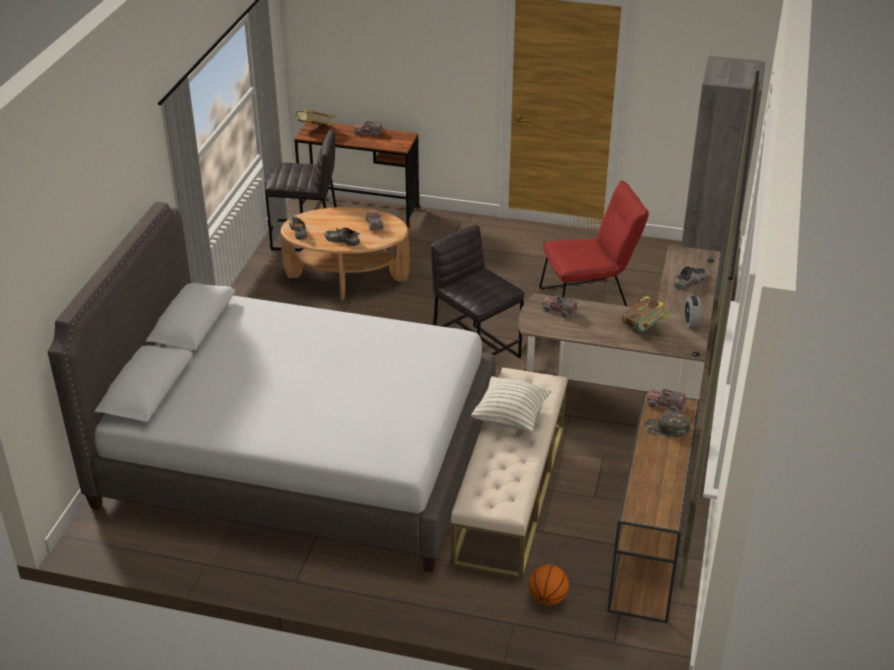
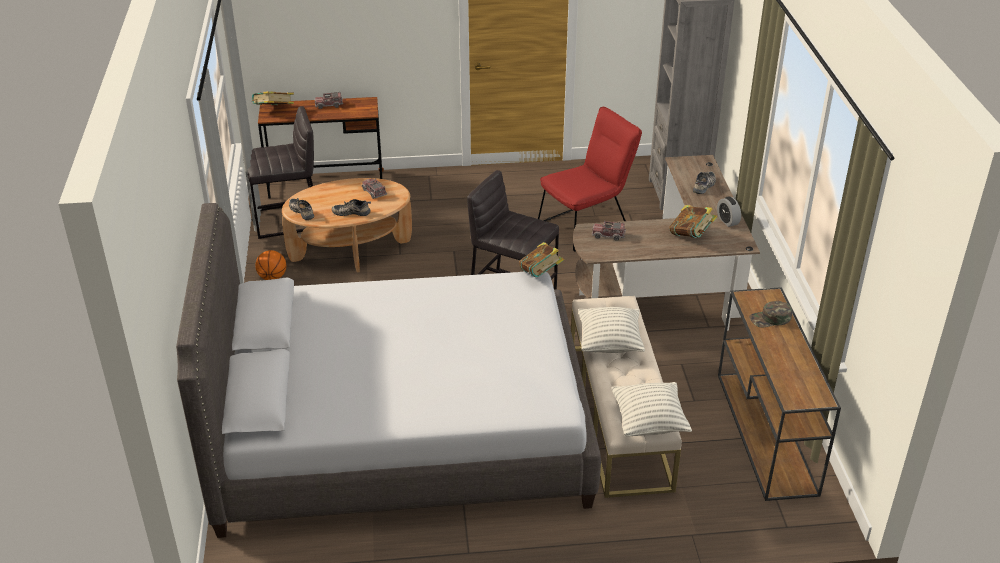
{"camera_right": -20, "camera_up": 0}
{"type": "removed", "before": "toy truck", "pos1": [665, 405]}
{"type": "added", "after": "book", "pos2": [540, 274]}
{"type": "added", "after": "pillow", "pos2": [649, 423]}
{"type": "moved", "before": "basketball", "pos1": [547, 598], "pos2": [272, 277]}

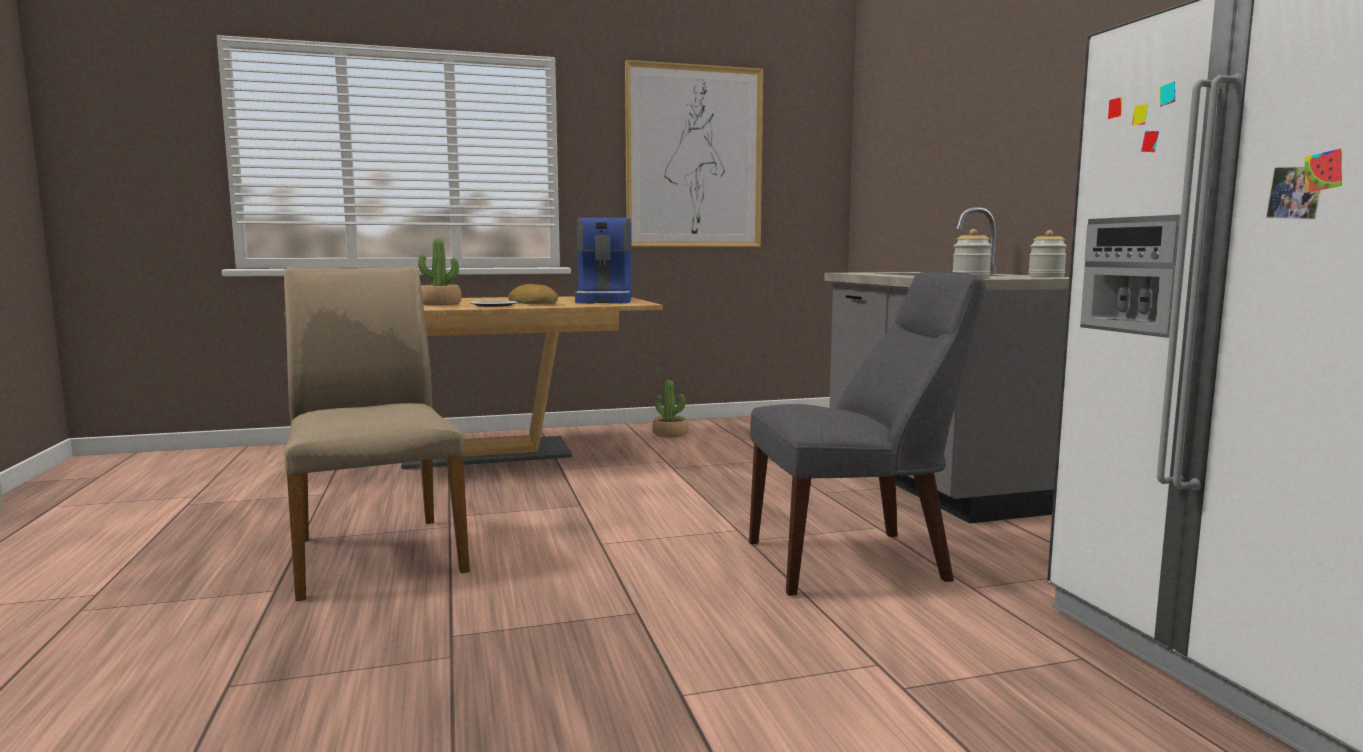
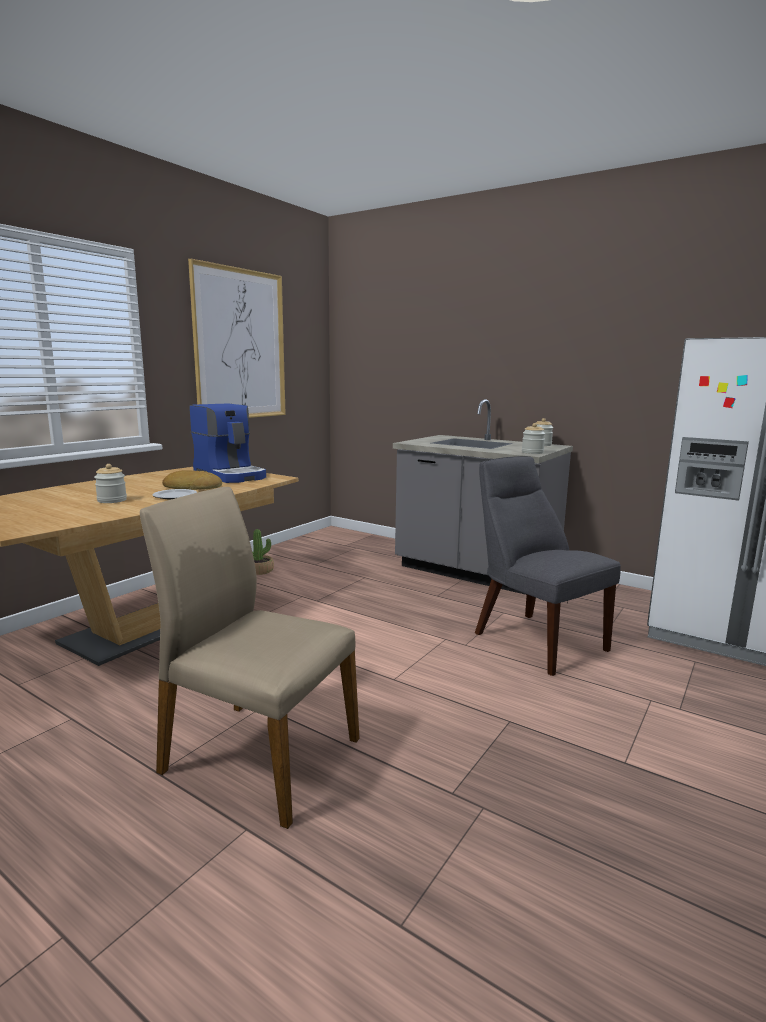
{"camera_right": -40, "camera_up": 5}
{"type": "replaced", "before": "potted plant", "after": "jar", "pos1": [439, 304], "pos2": [112, 500]}
{"type": "turned", "before": "grey chair", "pos1": [855, 561], "pos2": [534, 639], "turn": -75}

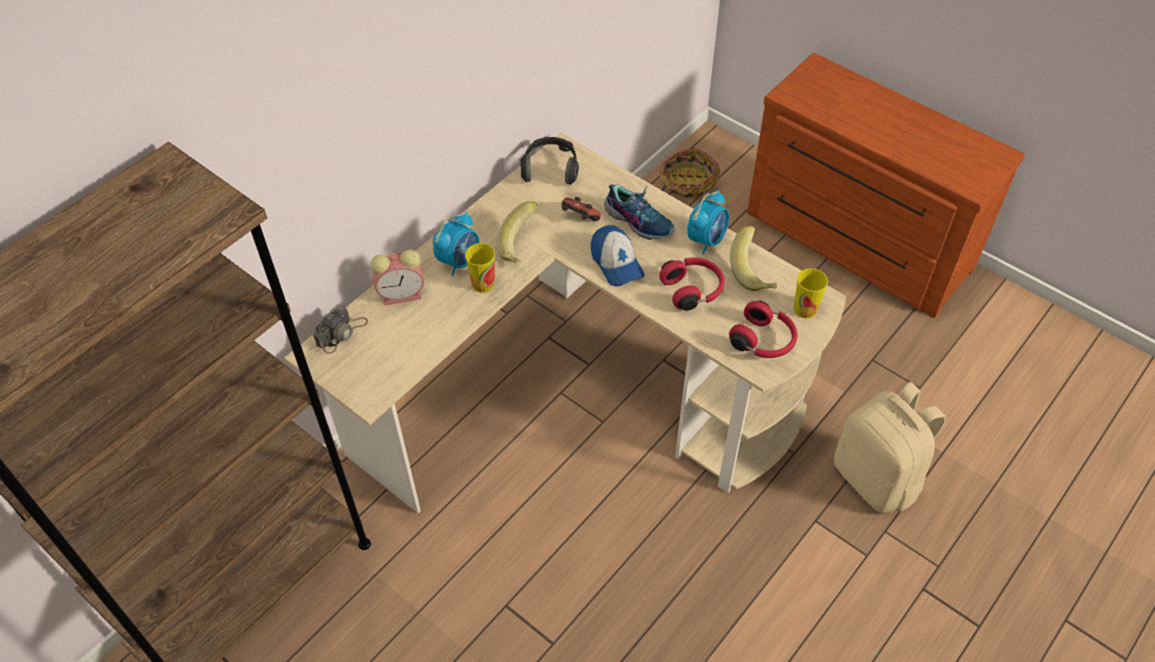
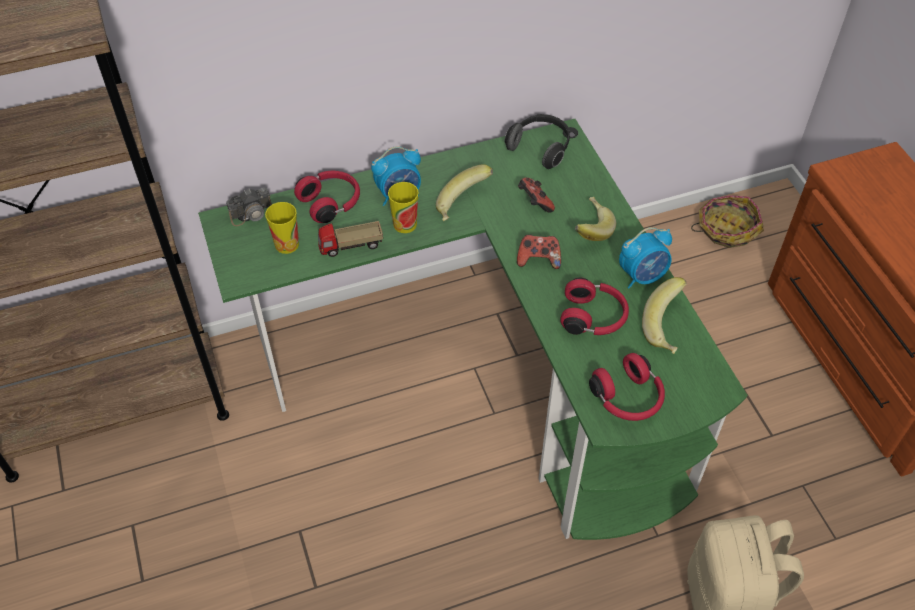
{"camera_right": 30, "camera_up": 0}
{"type": "added", "after": "toy truck", "pos2": [351, 247]}
{"type": "moved", "before": "cup", "pos1": [805, 309], "pos2": [287, 244]}
{"type": "replaced", "before": "alarm clock", "after": "red headphones", "pos1": [403, 294], "pos2": [331, 203]}
{"type": "replaced", "before": "cap", "after": "game controller", "pos1": [616, 263], "pos2": [538, 259]}
{"type": "replaced", "before": "shoe", "after": "banana", "pos1": [639, 220], "pos2": [589, 229]}
{"type": "recoloured", "before": "beige desk", "after": "green desk", "pos1": [578, 388], "pos2": [492, 372]}

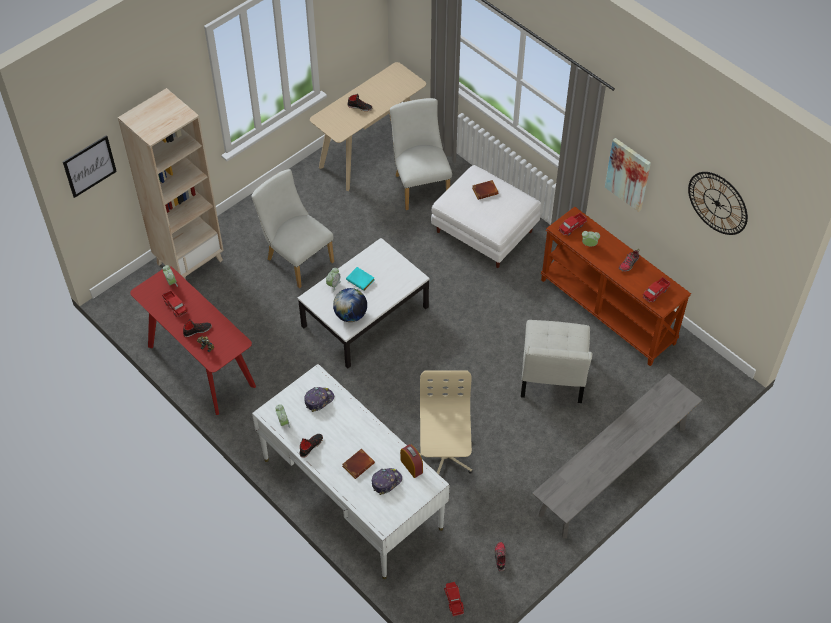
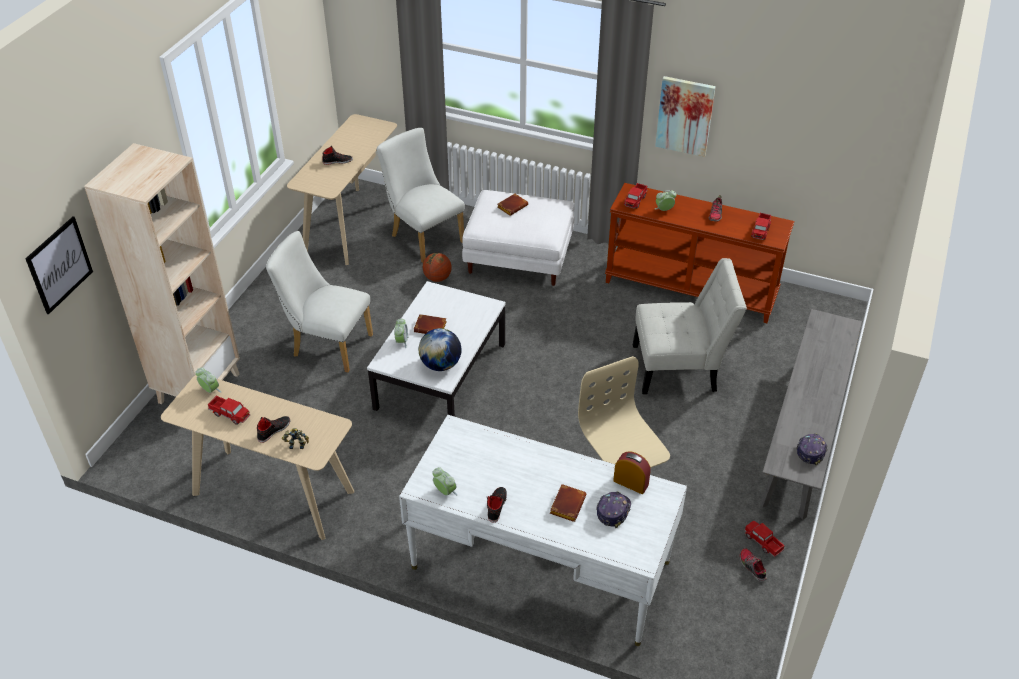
{"camera_right": -25, "camera_up": -10}
{"type": "removed", "before": "wall clock", "pos1": [717, 203]}
{"type": "added", "after": "basketball", "pos2": [437, 278]}
{"type": "moved", "before": "cap", "pos1": [319, 400], "pos2": [811, 451]}
{"type": "moved", "before": "toy truck", "pos1": [454, 601], "pos2": [763, 542]}
{"type": "recoloured", "before": "red console table", "after": "beige console table", "pos1": [200, 366], "pos2": [272, 493]}
{"type": "recoloured", "before": "turquoise book", "after": "brown book", "pos1": [361, 280], "pos2": [431, 327]}
{"type": "turned", "before": "white chair", "pos1": [552, 379], "pos2": [680, 368], "turn": -75}

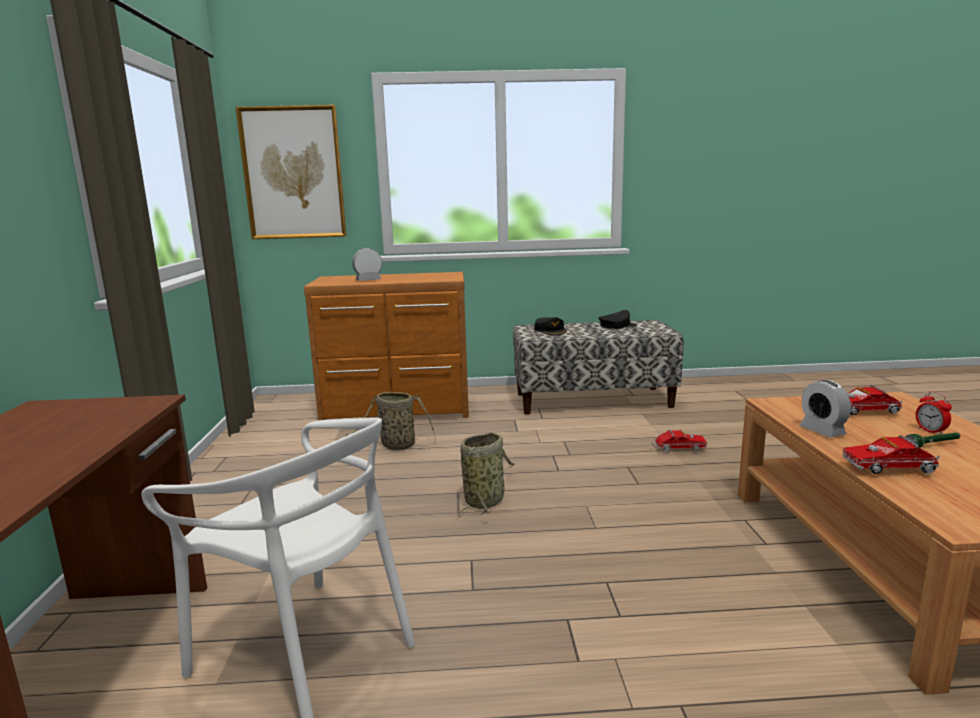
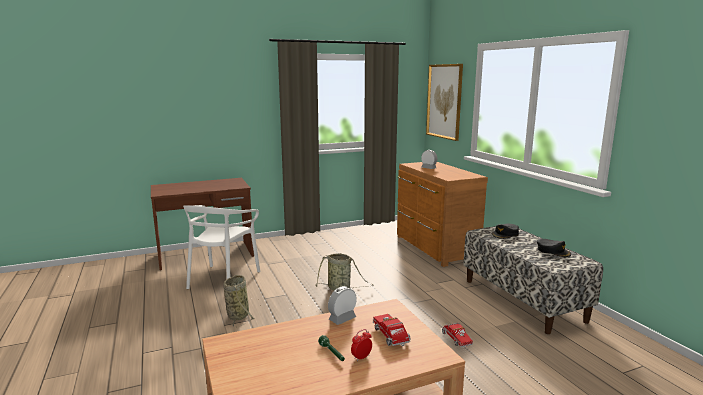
{"camera_right": 70, "camera_up": 0}
{"type": "removed", "before": "toy truck", "pos1": [892, 469]}
{"type": "moved", "before": "basket", "pos1": [395, 446], "pos2": [238, 315]}

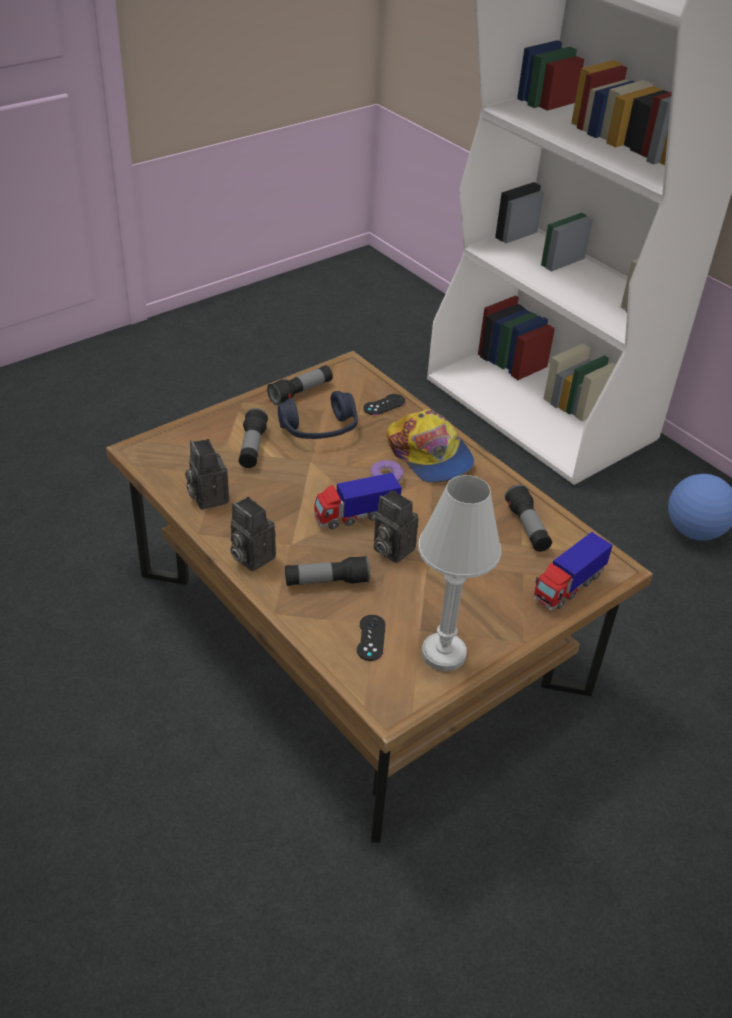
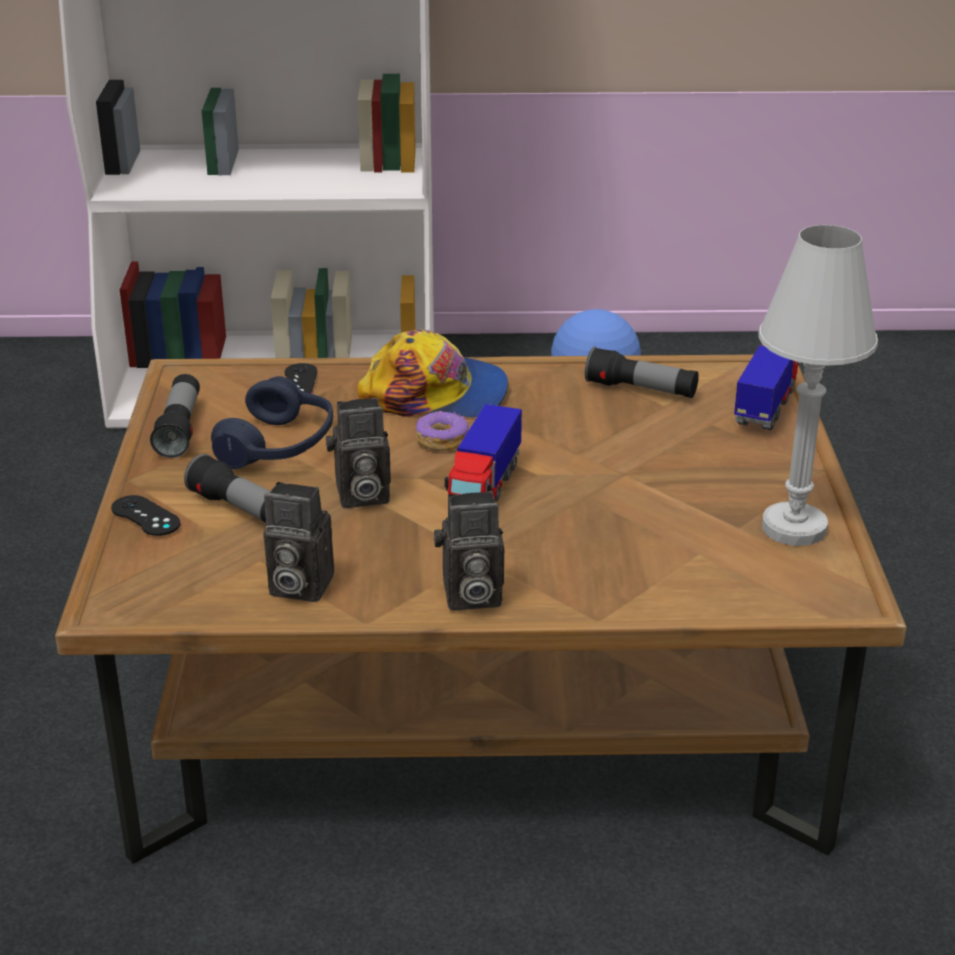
{"camera_right": -50, "camera_up": -10}
{"type": "removed", "before": "flashlight", "pos1": [326, 581]}
{"type": "moved", "before": "black game controller", "pos1": [371, 638], "pos2": [145, 516]}
{"type": "moved", "before": "photo camera", "pos1": [390, 549], "pos2": [360, 496]}
{"type": "turned", "before": "toy truck", "pos1": [568, 587], "pos2": [765, 407], "turn": -150}

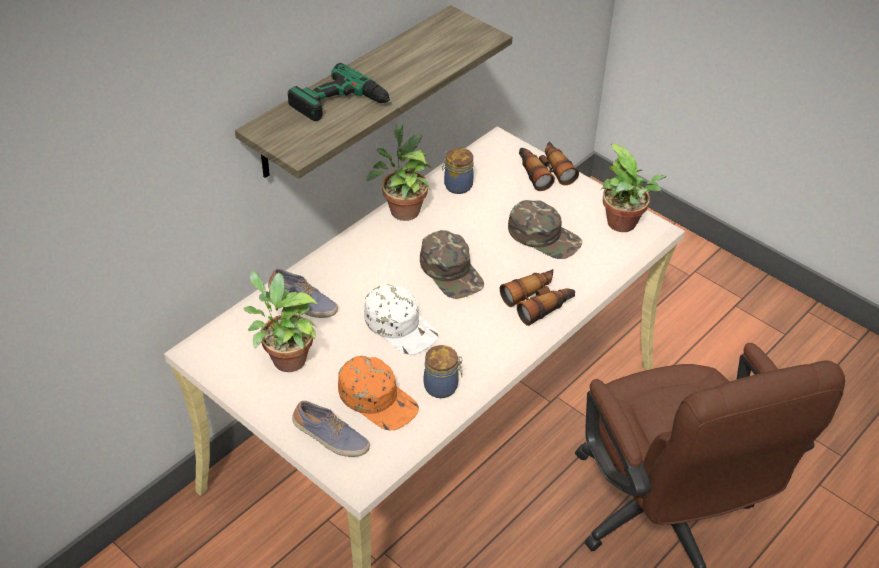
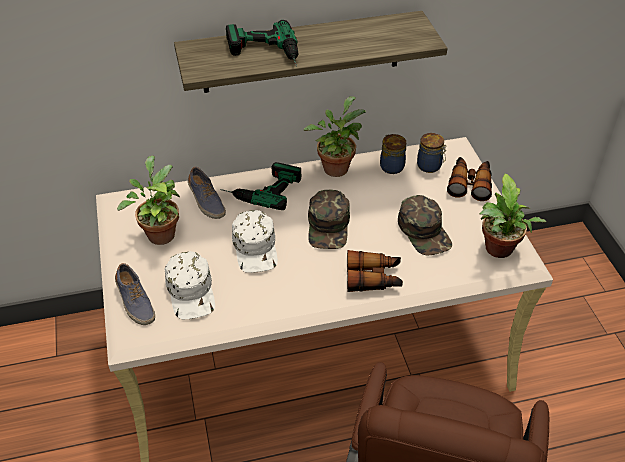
{"camera_right": 35, "camera_up": 0}
{"type": "added", "after": "power drill", "pos2": [261, 188]}
{"type": "moved", "before": "jar", "pos1": [442, 387], "pos2": [430, 166]}
{"type": "recoloured", "before": "orange cap", "after": "white cap", "pos1": [378, 399], "pos2": [191, 291]}

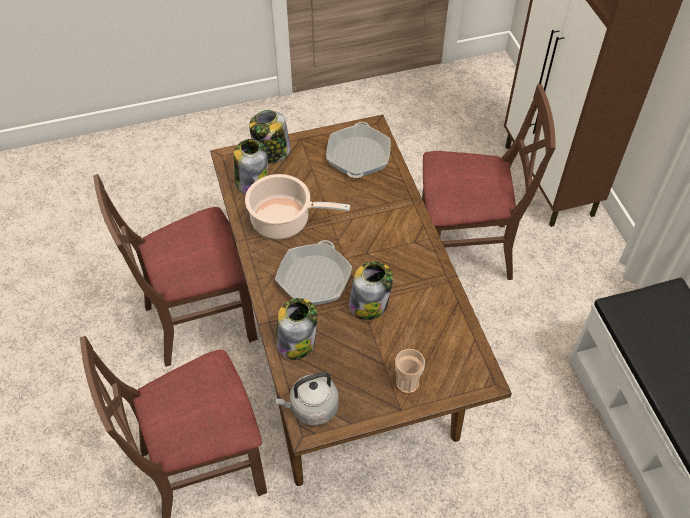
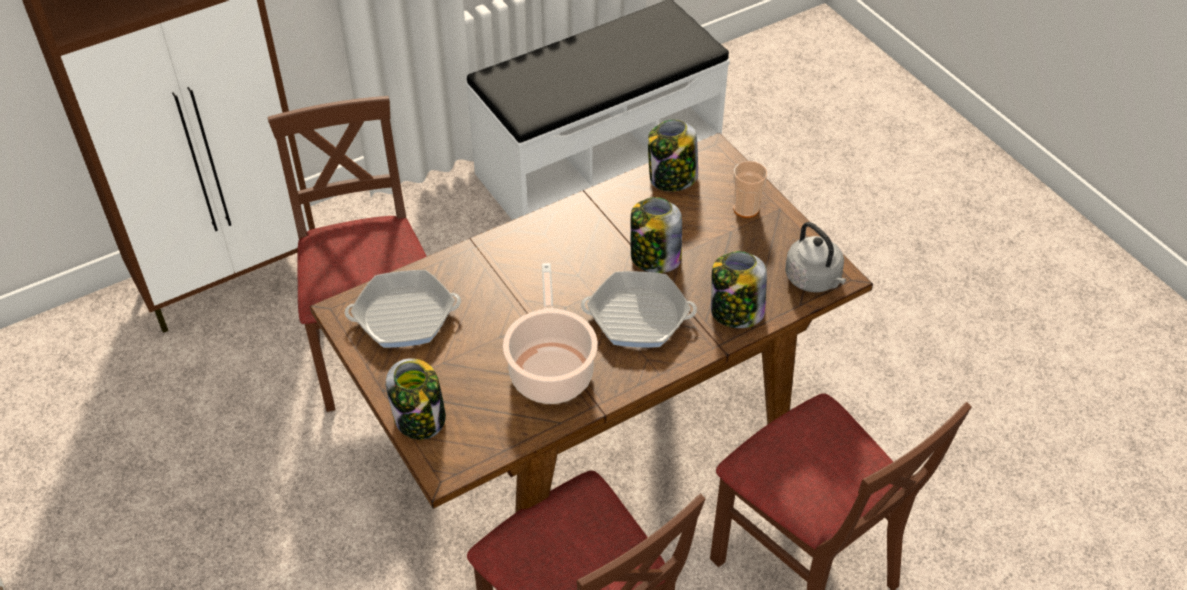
{"camera_right": -105, "camera_up": -5}
{"type": "moved", "before": "jar", "pos1": [252, 182], "pos2": [672, 178]}

